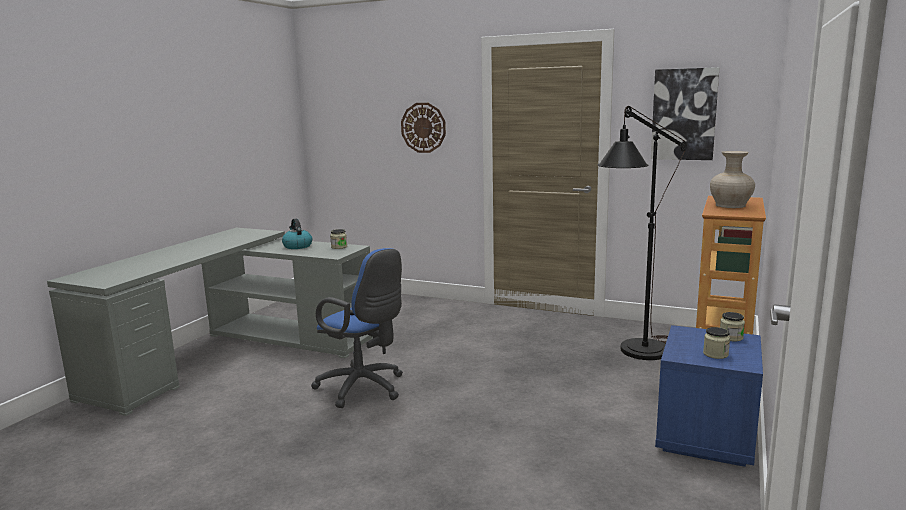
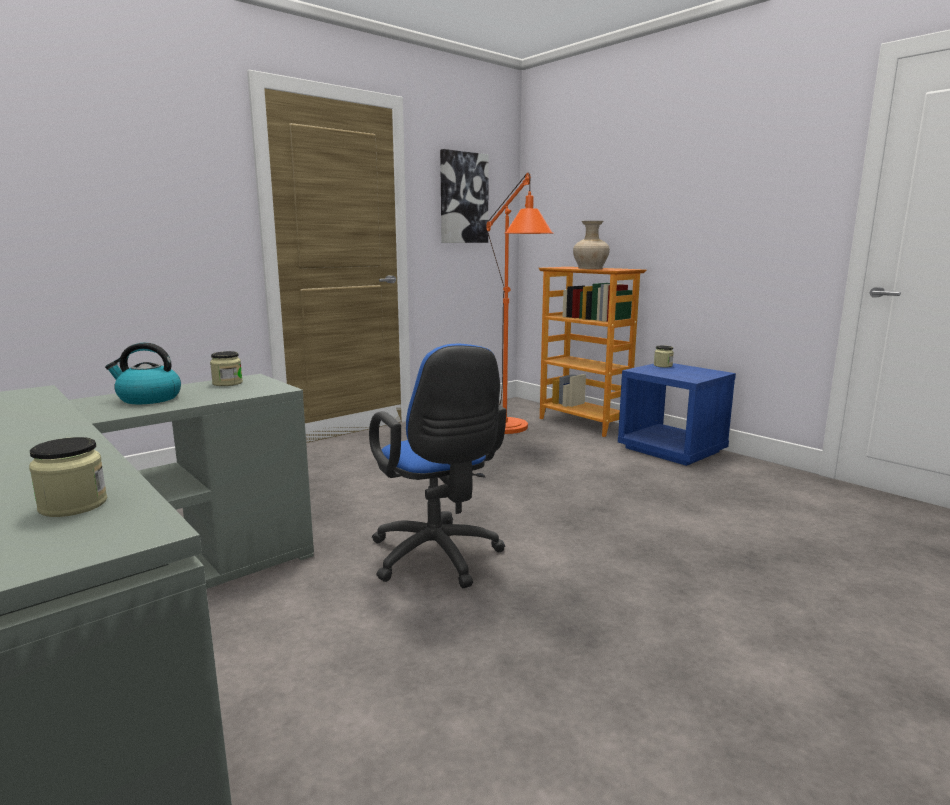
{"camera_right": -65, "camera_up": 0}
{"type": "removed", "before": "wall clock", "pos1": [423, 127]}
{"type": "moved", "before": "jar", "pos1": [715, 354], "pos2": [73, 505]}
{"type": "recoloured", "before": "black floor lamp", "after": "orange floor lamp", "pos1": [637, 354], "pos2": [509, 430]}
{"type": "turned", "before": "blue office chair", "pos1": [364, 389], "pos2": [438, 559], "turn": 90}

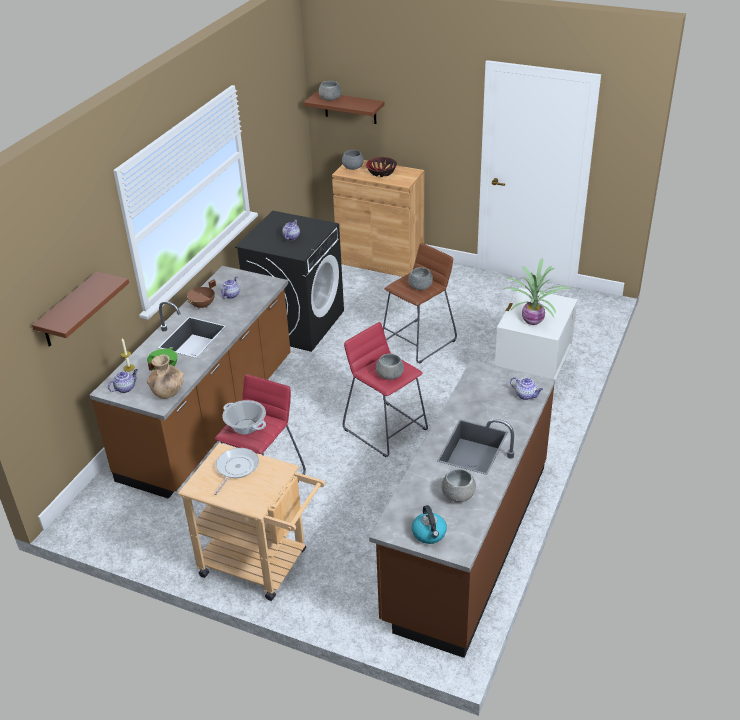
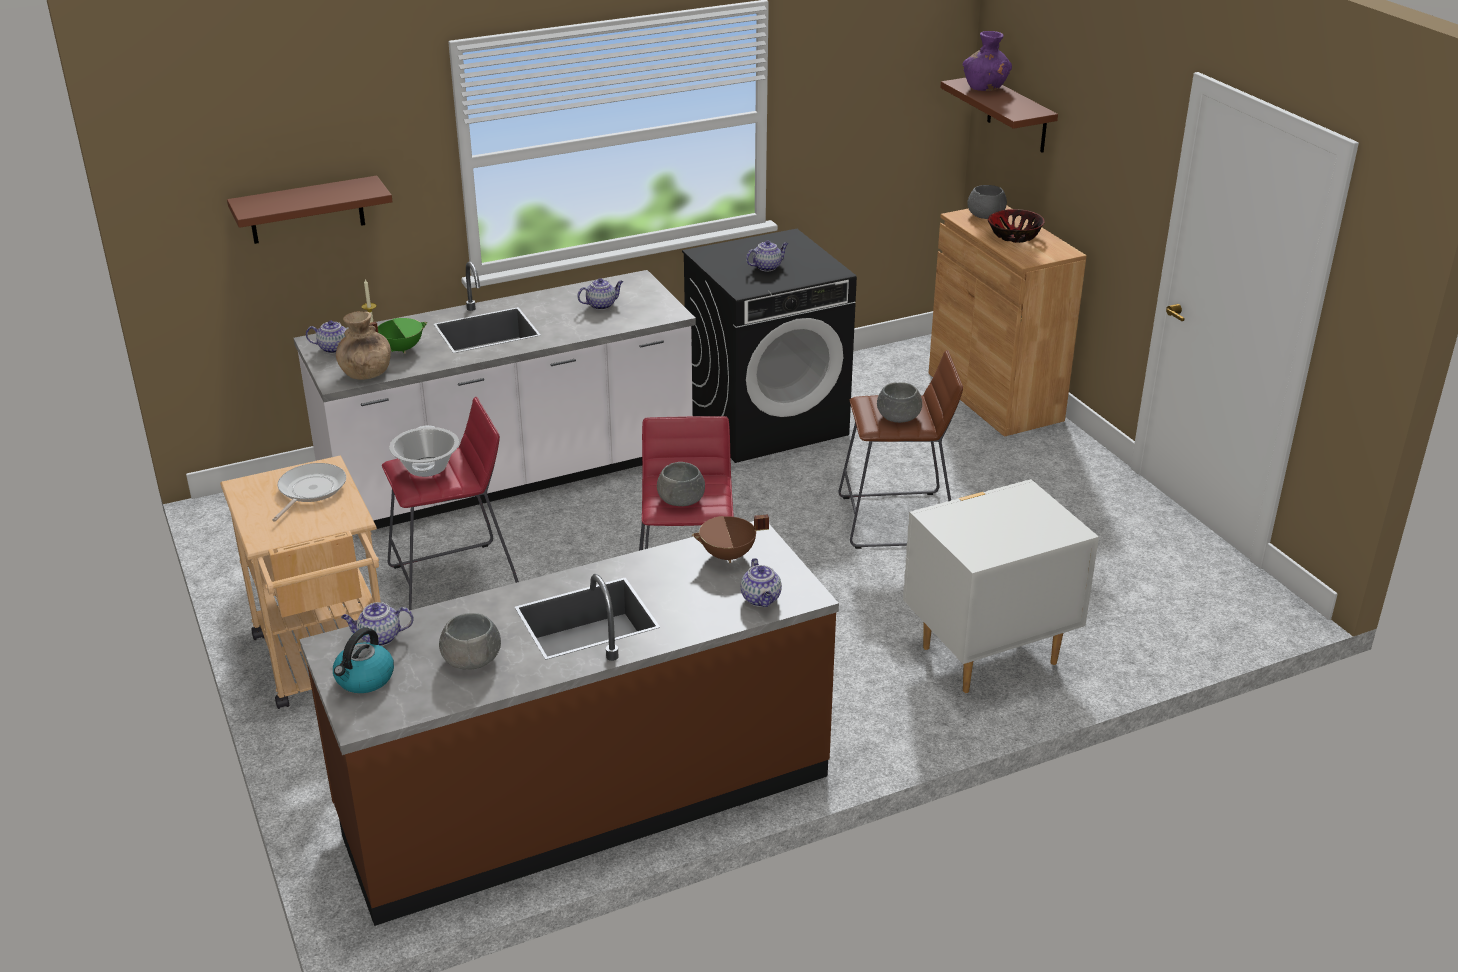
{"camera_right": 40, "camera_up": -5}
{"type": "removed", "before": "potted plant", "pos1": [534, 321]}
{"type": "added", "after": "teapot", "pos2": [379, 638]}
{"type": "moved", "before": "brown cooking pot", "pos1": [203, 305], "pos2": [728, 556]}
{"type": "replaced", "before": "grey bowl", "after": "purple vase", "pos1": [330, 98], "pos2": [985, 88]}
{"type": "recoloured", "before": "brown counter", "after": "white counter", "pos1": [210, 418], "pos2": [510, 476]}
{"type": "turned", "before": "frying pan", "pos1": [236, 468], "pos2": [310, 490], "turn": -45}

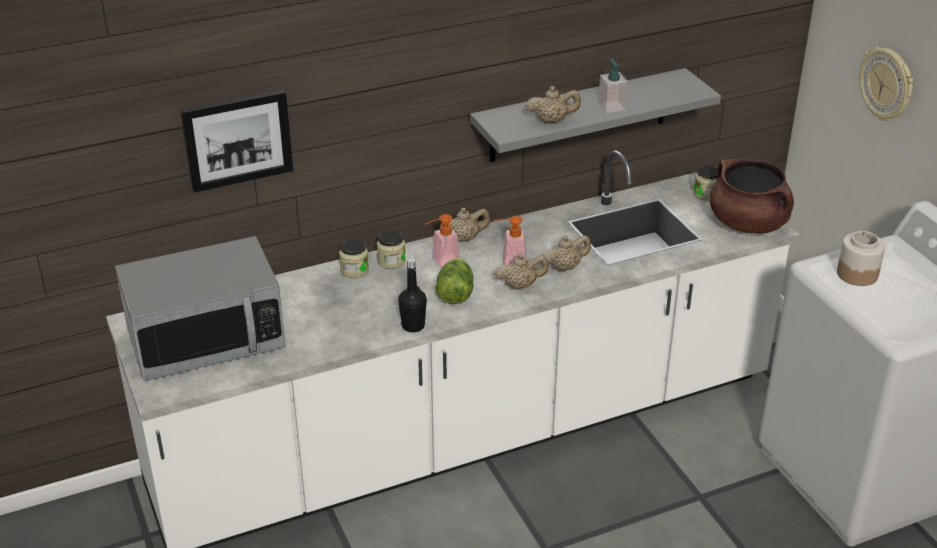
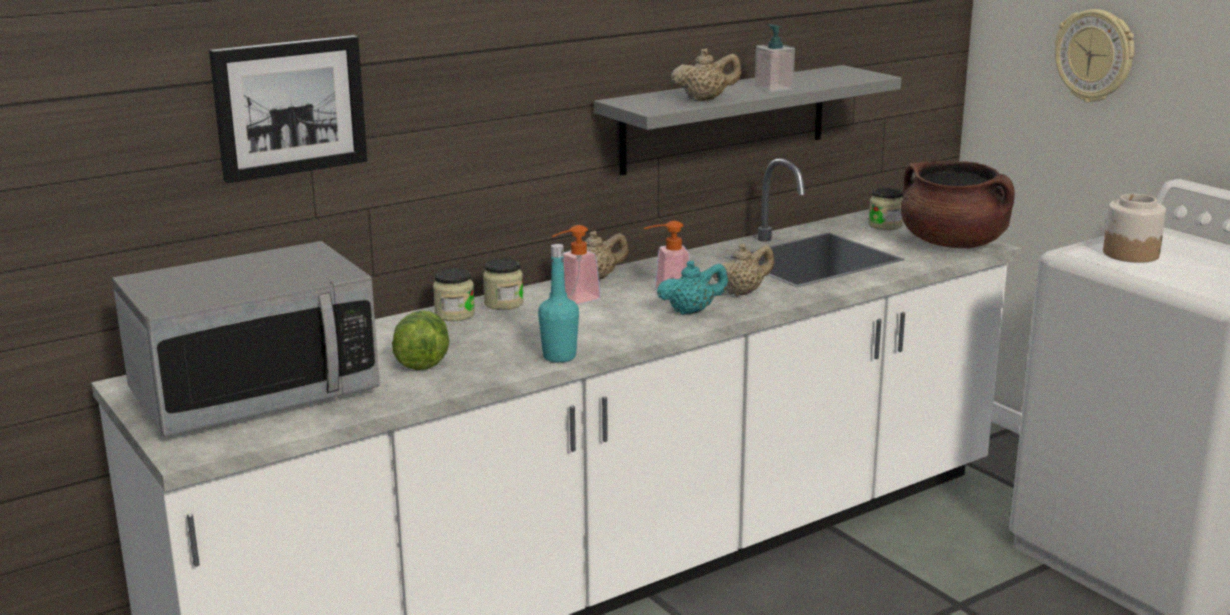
{"camera_right": -10, "camera_up": -15}
{"type": "moved", "before": "lettuce", "pos1": [454, 292], "pos2": [421, 359]}
{"type": "recoloured", "before": "black bottle", "after": "turquoise bottle", "pos1": [413, 326], "pos2": [559, 357]}
{"type": "recoloured", "before": "beige teapot", "after": "turquoise teapot", "pos1": [520, 285], "pos2": [692, 311]}

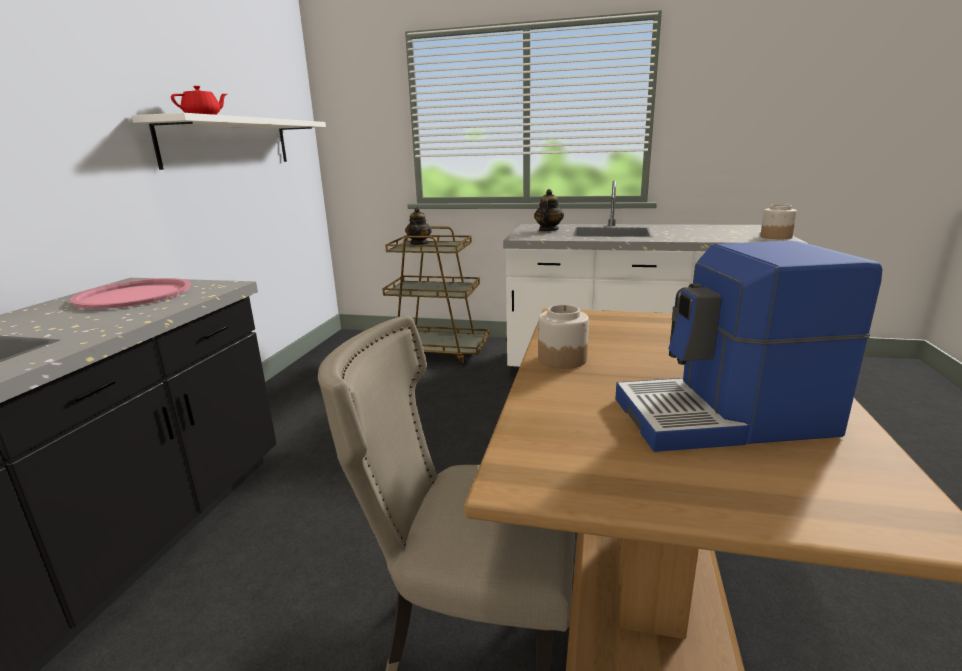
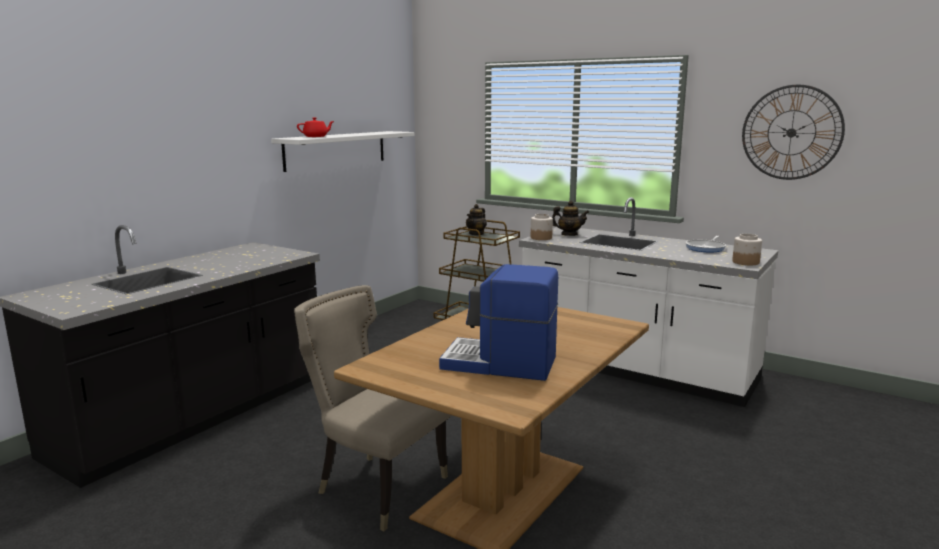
{"camera_right": 20, "camera_up": -5}
{"type": "removed", "before": "pink tray", "pos1": [134, 295]}
{"type": "added", "after": "frying pan", "pos2": [706, 248]}
{"type": "added", "after": "wall clock", "pos2": [791, 132]}
{"type": "moved", "before": "jar", "pos1": [562, 359], "pos2": [541, 238]}
{"type": "turned", "before": "teapot", "pos1": [548, 230], "pos2": [569, 235], "turn": 60}

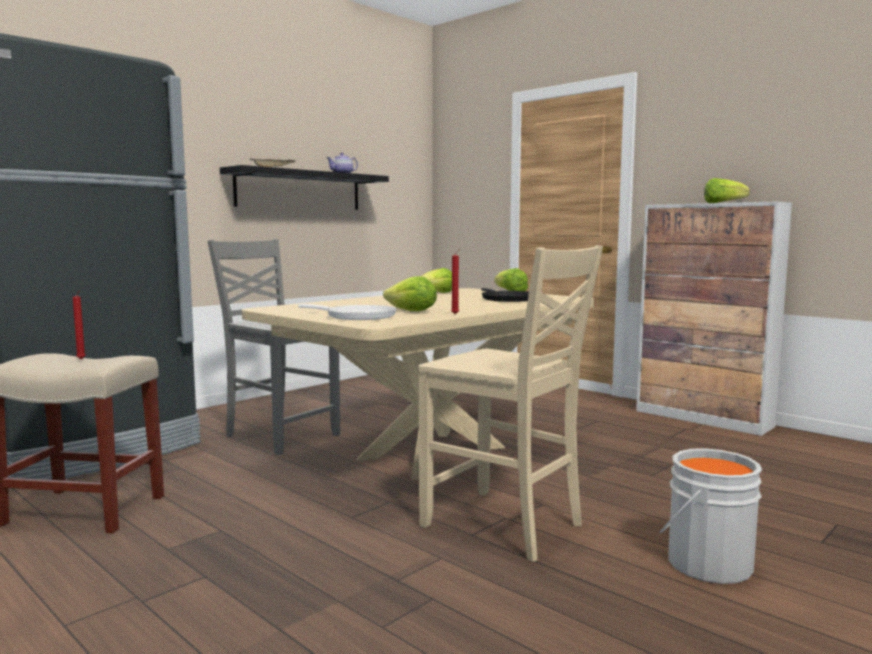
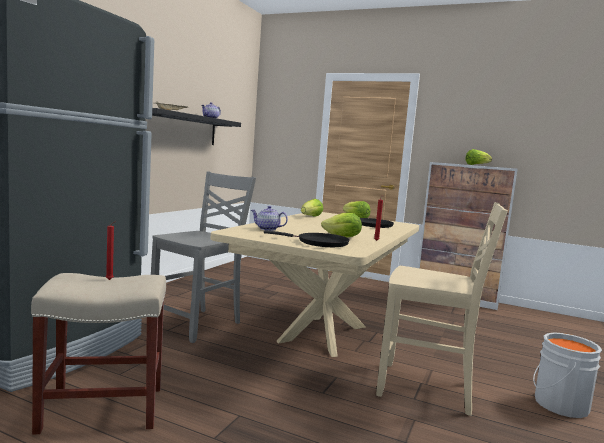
{"camera_right": -20, "camera_up": 0}
{"type": "added", "after": "teapot", "pos2": [267, 229]}
{"type": "recoloured", "before": "white frying pan", "after": "black frying pan", "pos1": [357, 316], "pos2": [319, 243]}
{"type": "turned", "before": "grey chair", "pos1": [280, 435], "pos2": [198, 324], "turn": 105}

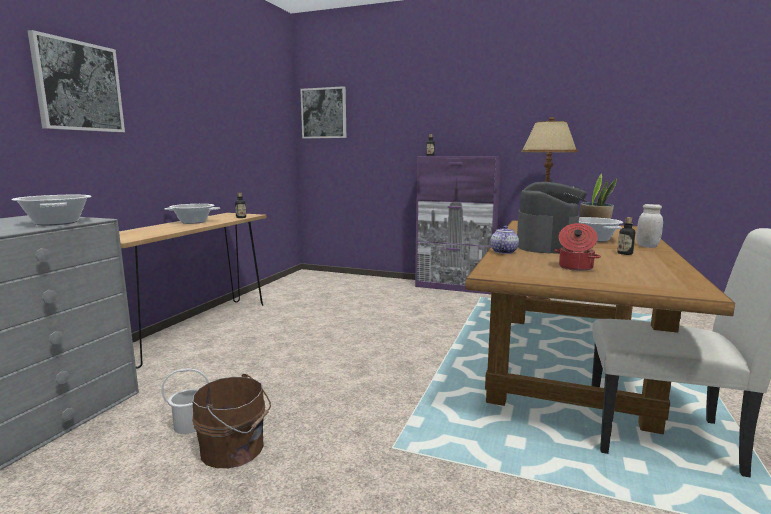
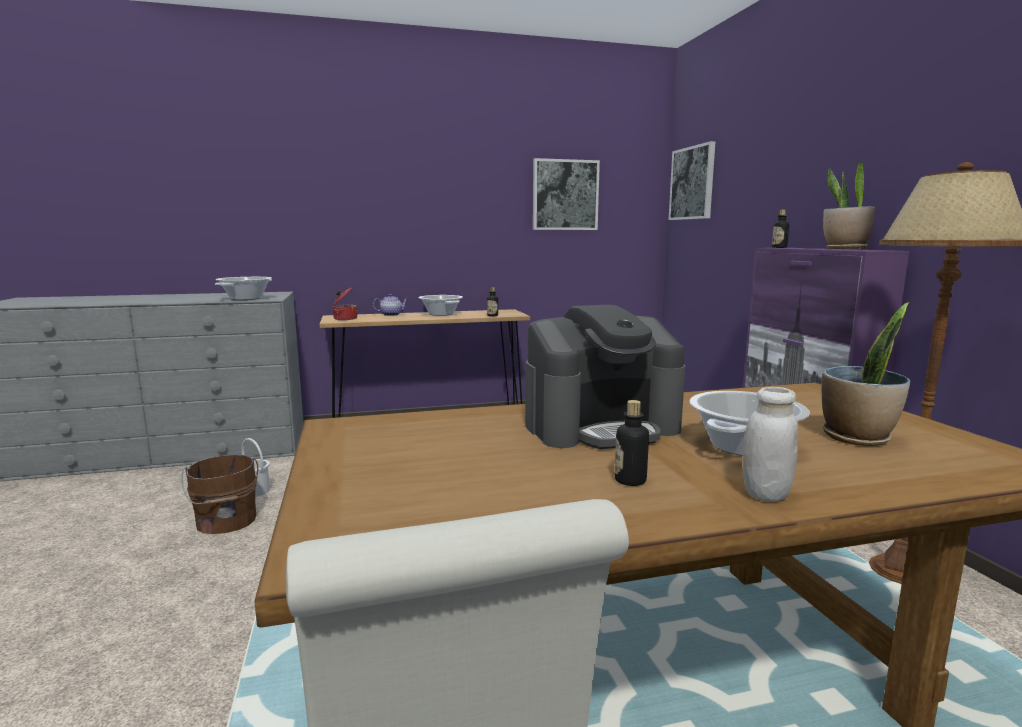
{"camera_right": 55, "camera_up": 0}
{"type": "added", "after": "potted plant", "pos2": [844, 249]}
{"type": "moved", "before": "picture", "pos1": [78, 86], "pos2": [565, 195]}
{"type": "moved", "before": "teapot", "pos1": [503, 252], "pos2": [391, 315]}
{"type": "moved", "before": "cooking pot", "pos1": [575, 267], "pos2": [344, 318]}

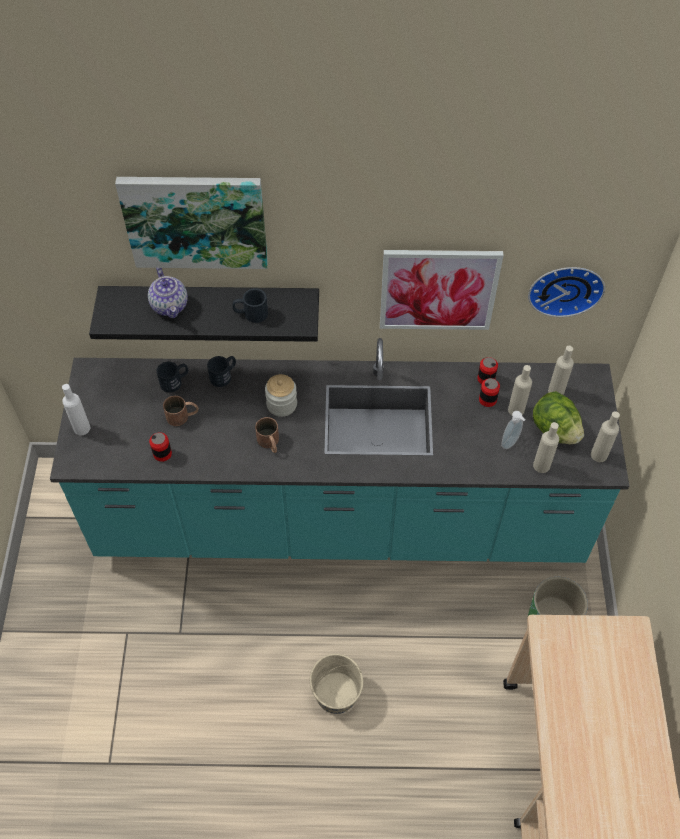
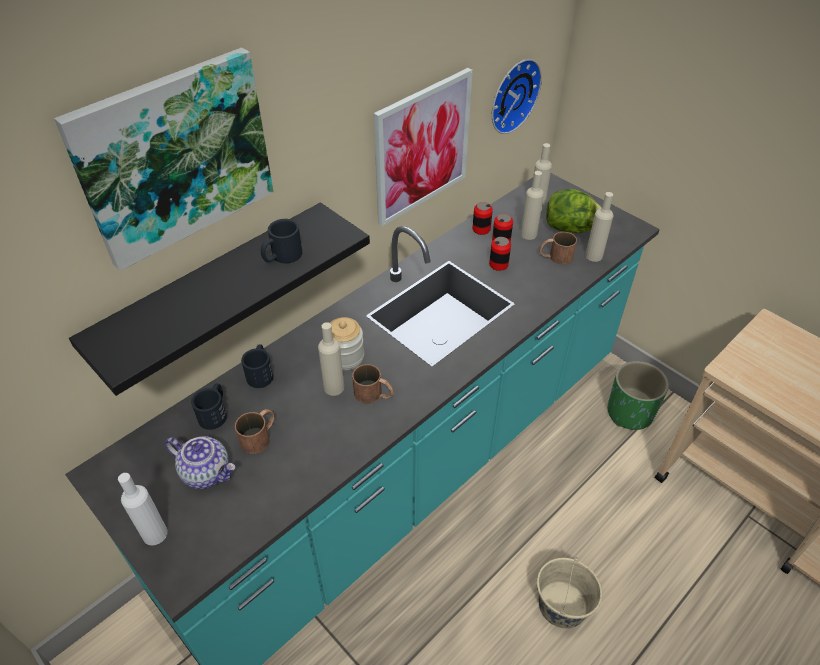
{"camera_right": -45, "camera_up": -10}
{"type": "moved", "before": "teapot", "pos1": [170, 306], "pos2": [207, 472]}
{"type": "moved", "before": "can", "pos1": [162, 454], "pos2": [498, 264]}
{"type": "moved", "before": "beige bottle", "pos1": [599, 455], "pos2": [334, 387]}
{"type": "replaced", "before": "soap dispenser", "after": "brown mug", "pos1": [510, 443], "pos2": [555, 257]}

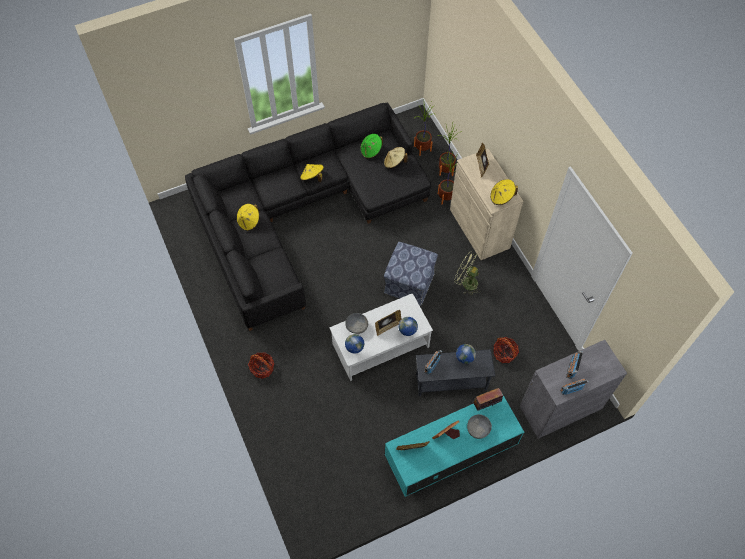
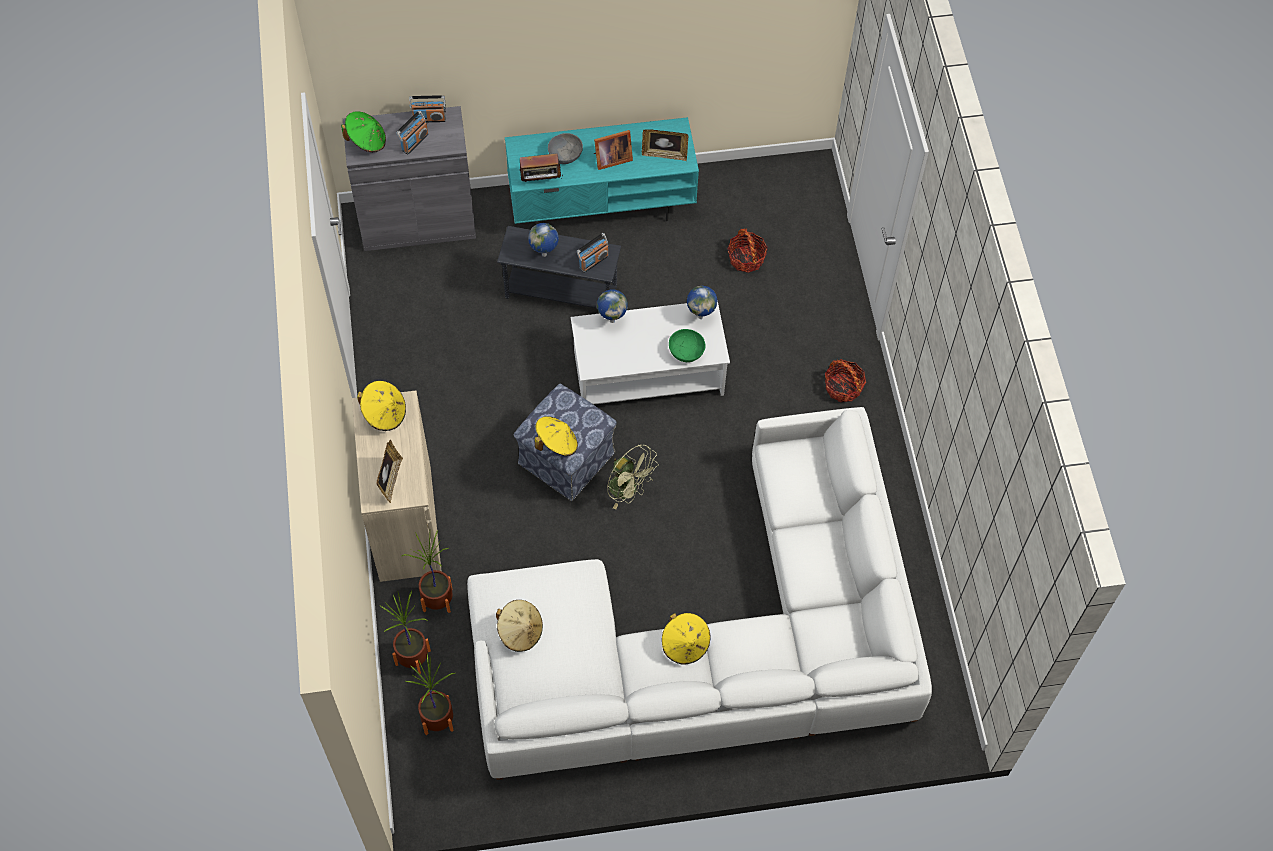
{"camera_right": -165, "camera_up": 0}
{"type": "removed", "before": "picture frame", "pos1": [388, 327]}
{"type": "moved", "before": "yellow hat", "pos1": [249, 221], "pos2": [556, 443]}
{"type": "moved", "before": "green hat", "pos1": [371, 151], "pos2": [366, 141]}
{"type": "moved", "before": "green fan", "pos1": [466, 282], "pos2": [628, 490]}
{"type": "moved", "before": "basket", "pos1": [504, 353], "pos2": [746, 258]}
{"type": "recoloured", "before": "black sofa", "after": "white sofa", "pos1": [303, 212], "pos2": [712, 642]}
{"type": "recoloured", "before": "grey bowl", "after": "green bowl", "pos1": [357, 326], "pos2": [686, 352]}

